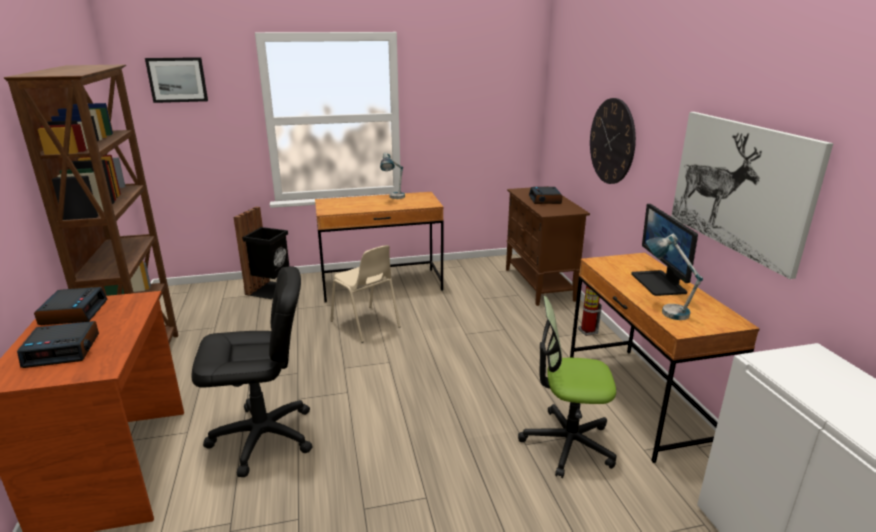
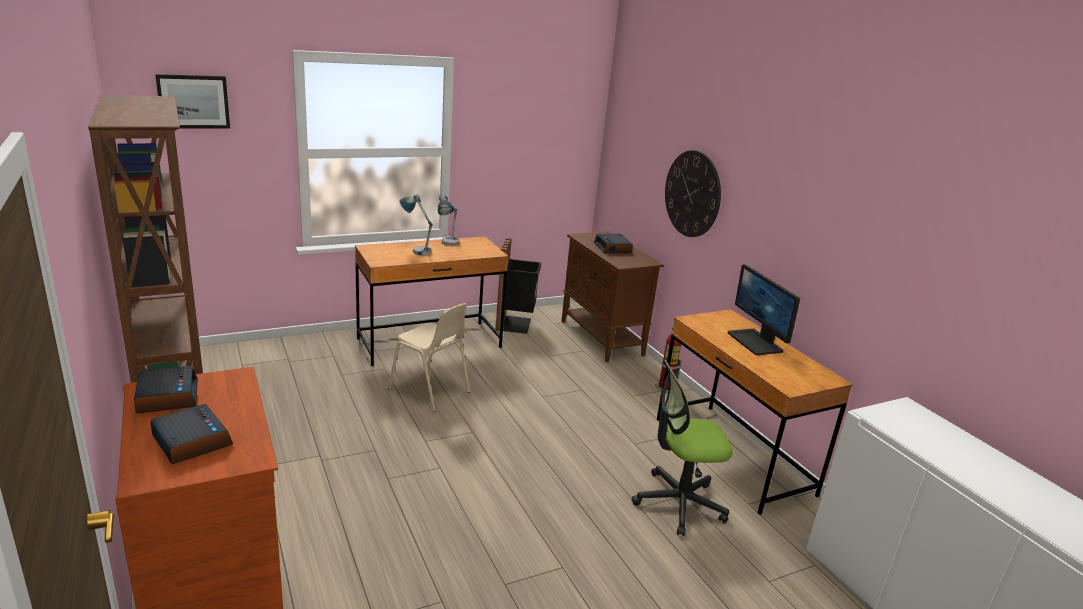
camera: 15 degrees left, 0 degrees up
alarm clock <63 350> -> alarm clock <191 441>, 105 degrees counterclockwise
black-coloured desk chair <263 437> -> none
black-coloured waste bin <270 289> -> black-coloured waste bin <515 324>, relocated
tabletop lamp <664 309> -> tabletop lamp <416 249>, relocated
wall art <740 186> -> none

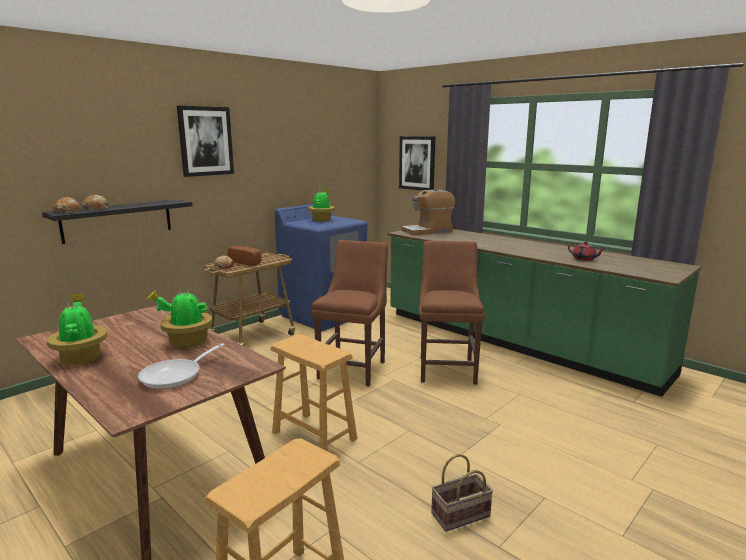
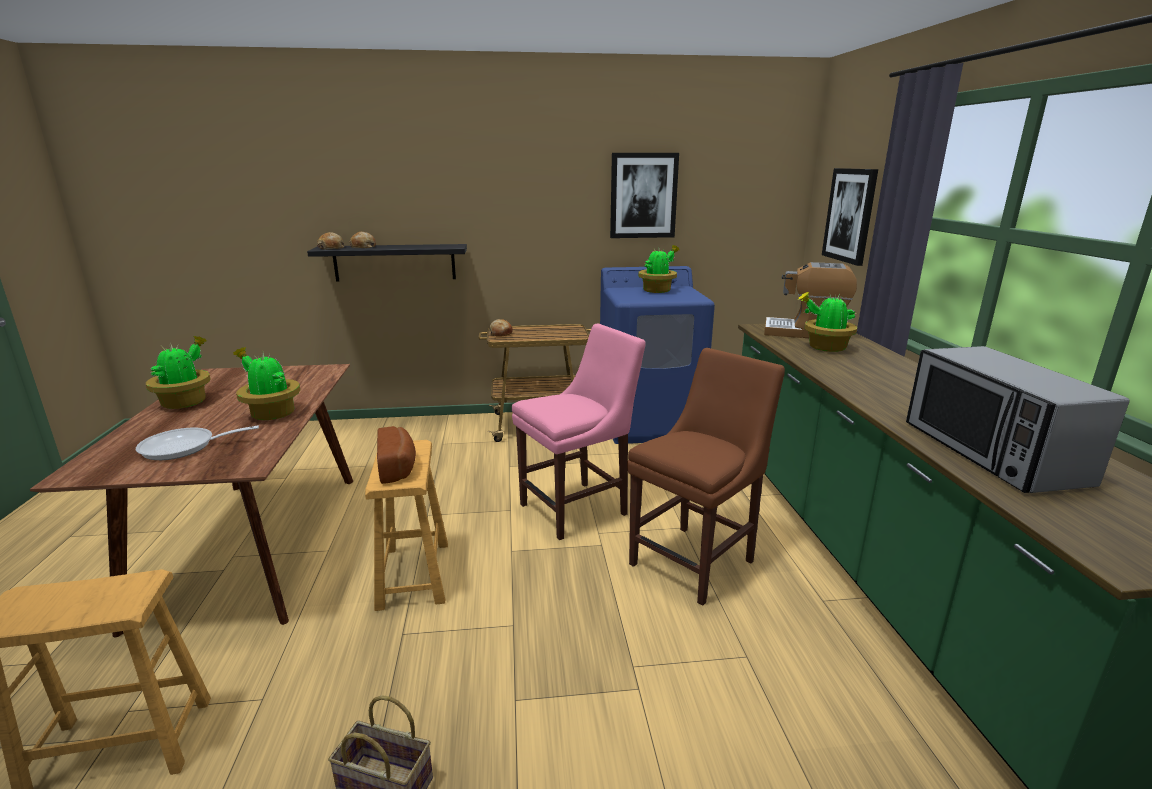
camera: 40 degrees right, 5 degrees up
wall art <205 141> -> wall art <643 196>, relocated
bakery bread <247 262> -> bakery bread <398 466>, relocated
brown plain chair <354 368> -> pink-coloured plain chair <578 508>
reddish tea pot <584 259> -> microwave oven <991 453>
none -> plant in a pot <825 348>

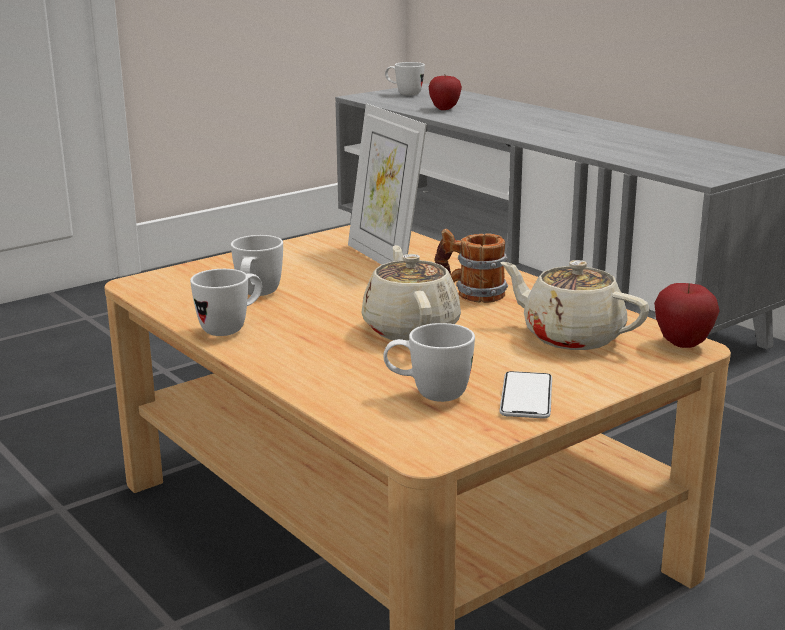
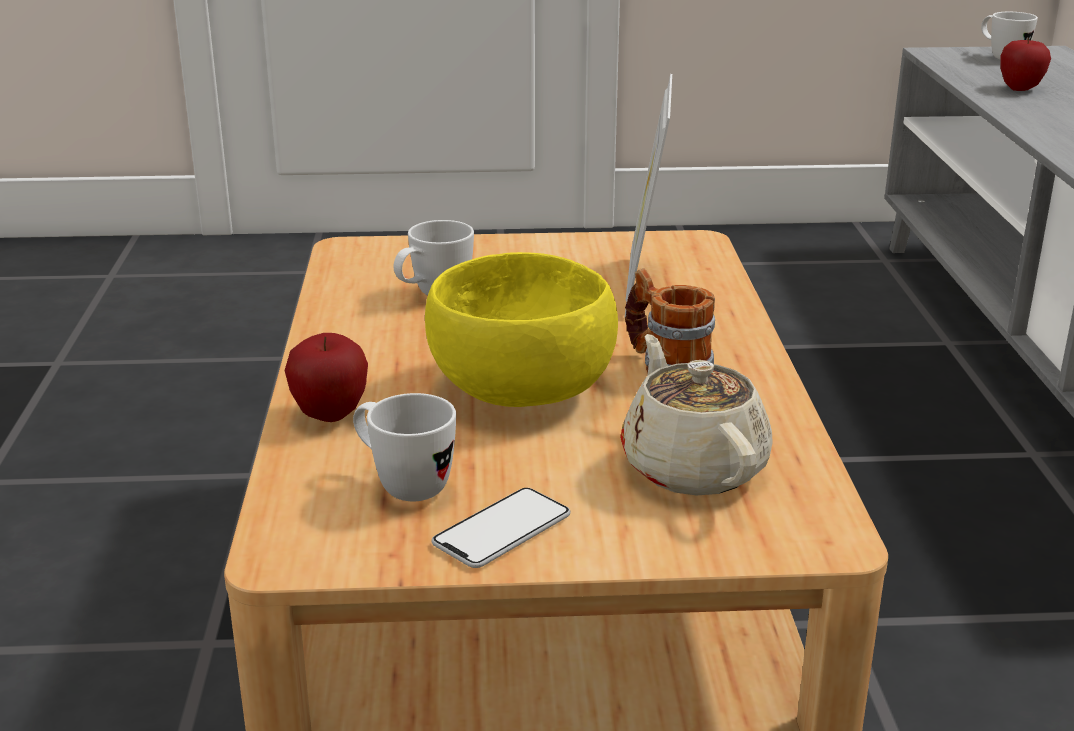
camera: 35 degrees right, 5 degrees up
white-coloured mug <231 328> -> none
beige tea pot <410 328> -> yellow-coloured bowl <523 390>
apple <683 344> -> apple <330 415>, relocated

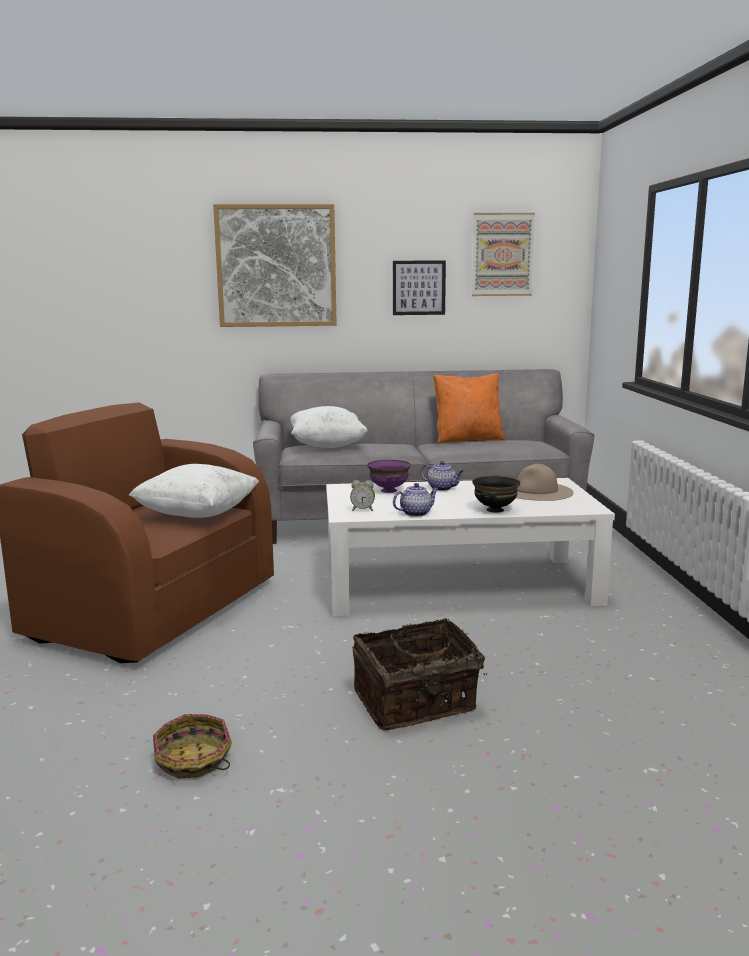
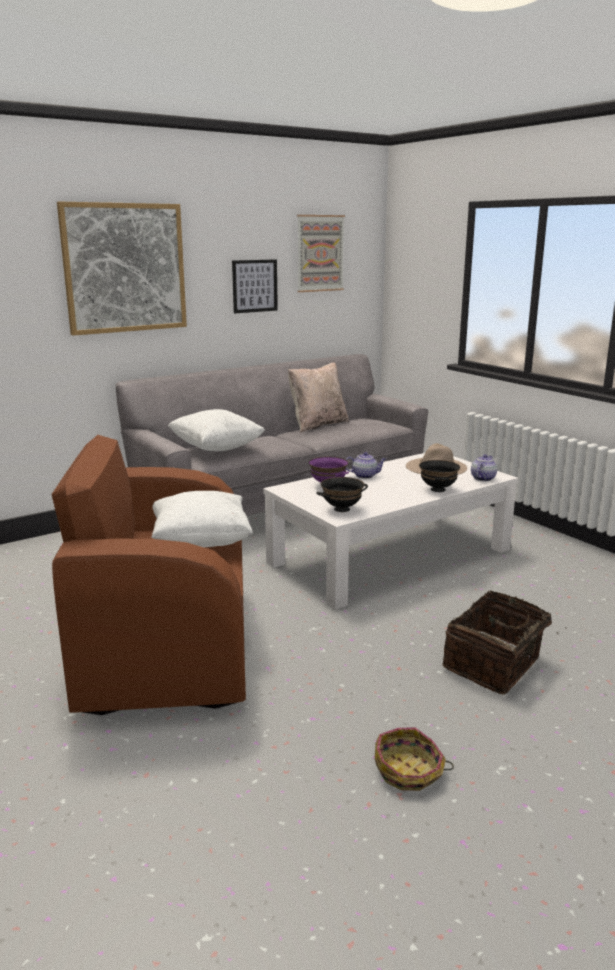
camera: 30 degrees left, 5 degrees up
alarm clock <362 510> -> black-coloured bowl <341 509>
tea pot <416 513> -> tea pot <483 478>, relocated
orange-coloured pillow <467 440> -> beige pillow <317 425>

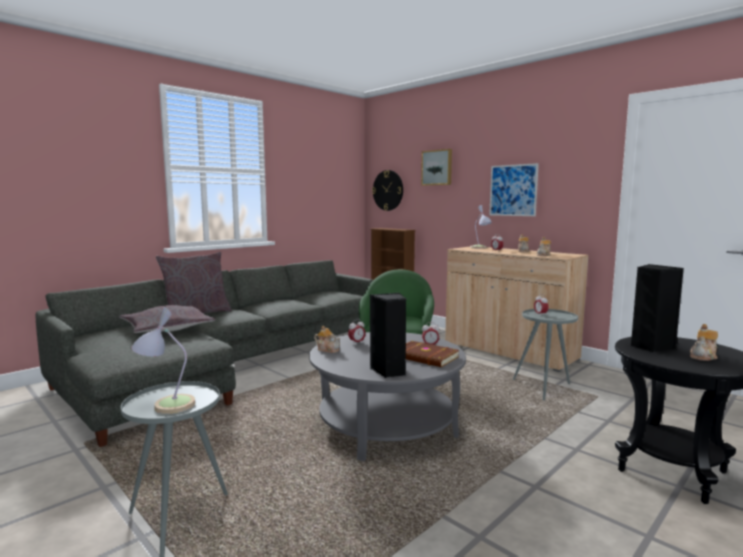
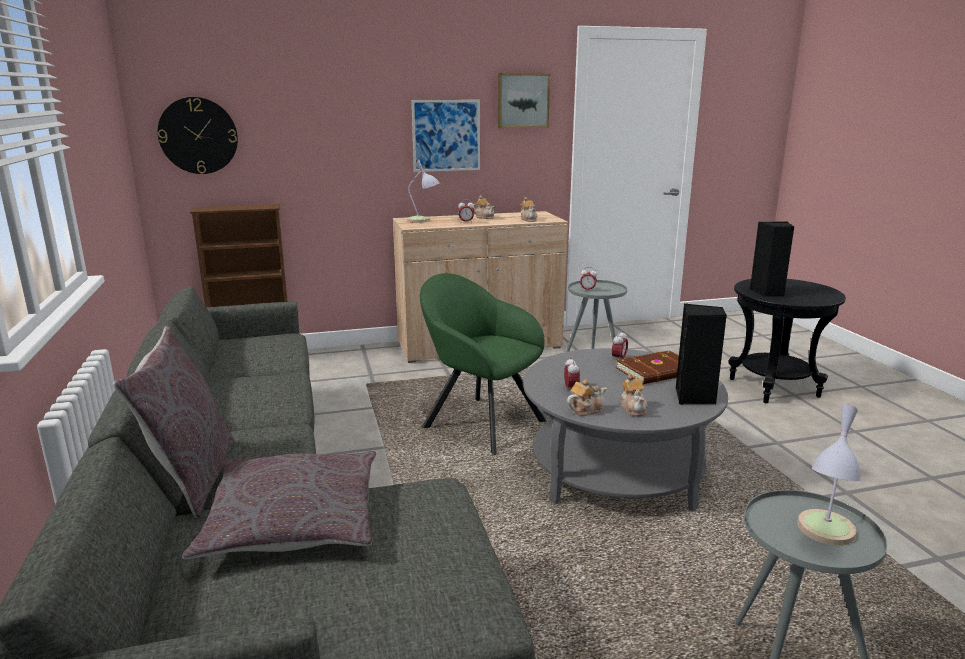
camera: 60 degrees left, 10 degrees up
wall art <437 167> -> wall art <522 100>, relocated
tea pot <703 356> -> tea pot <633 408>, relocated

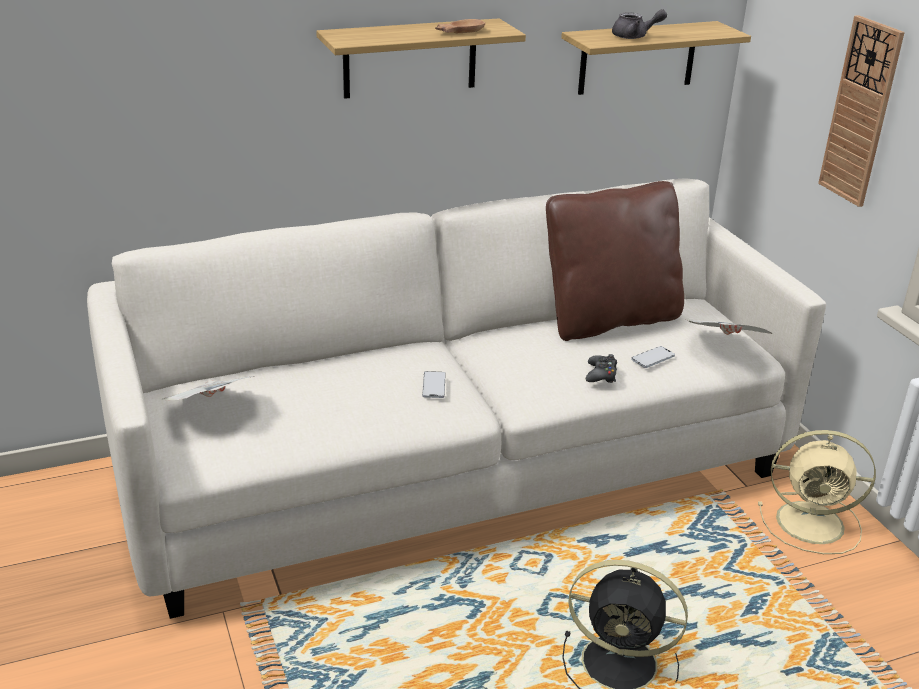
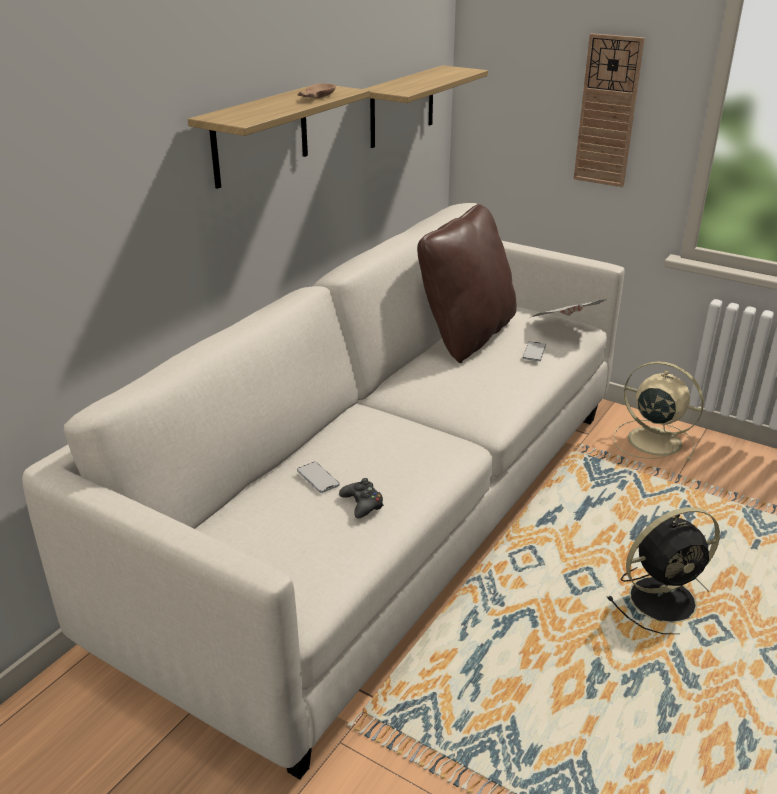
camera: 35 degrees left, 0 degrees up
daily paper <209 409> -> none
telephone <434 385> -> telephone <318 478>, relocated
black-coloured game controller <601 375> -> black-coloured game controller <362 504>, relocated
greyish tea pot <634 36> -> none
beige cooling fan <813 523> -> beige cooling fan <652 440>, 120 degrees counterclockwise

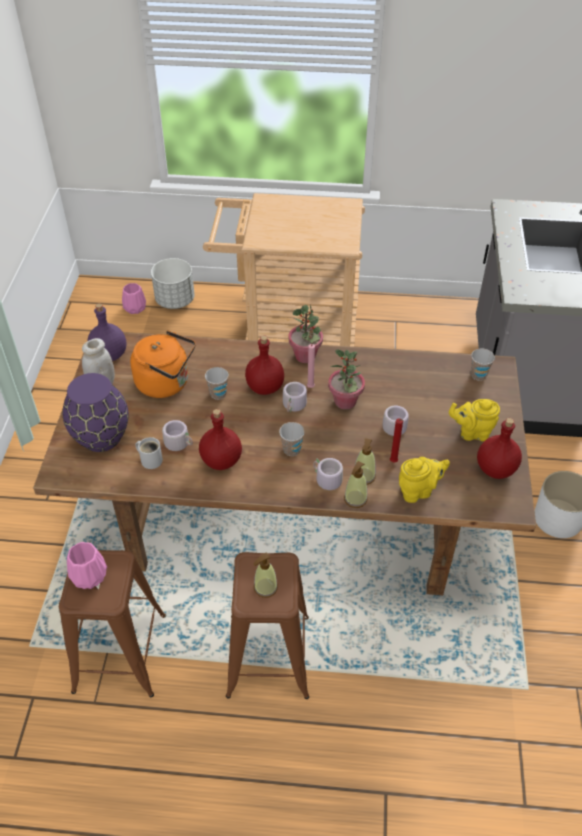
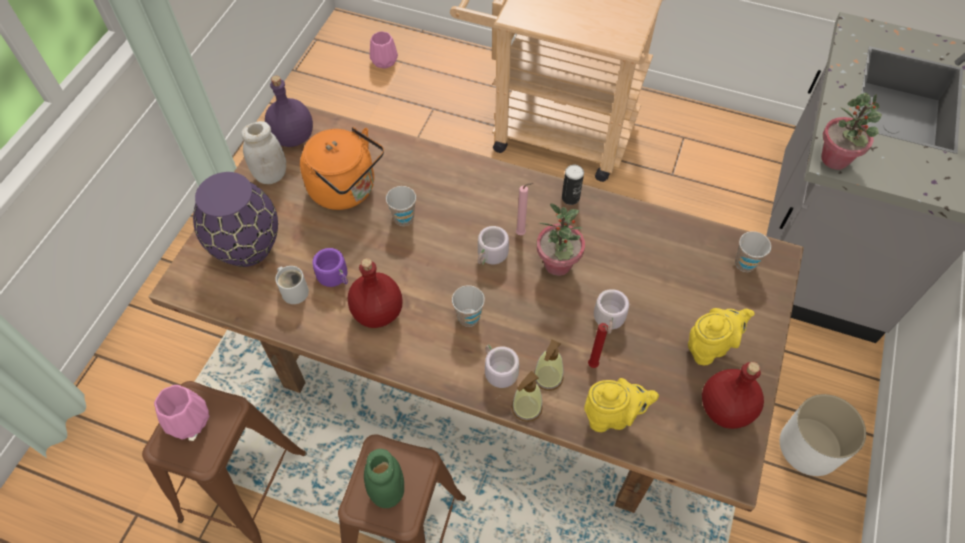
camera: 15 degrees right, 10 degrees up
white-coloured planter <175 300> -> none
greyish mug <180 443> -> purple mug <336 276>
reddish beverage bottle <265 387> -> none
liquid soap bottle <265 587> -> greenish jar <387 491>
plant in a pot <305 356> -> plant in a pot <835 159>, relocated
yellow-coloured tea pot <472 432> -> yellow-coloured tea pot <710 346>, 135 degrees clockwise
none -> metal can <570 198>

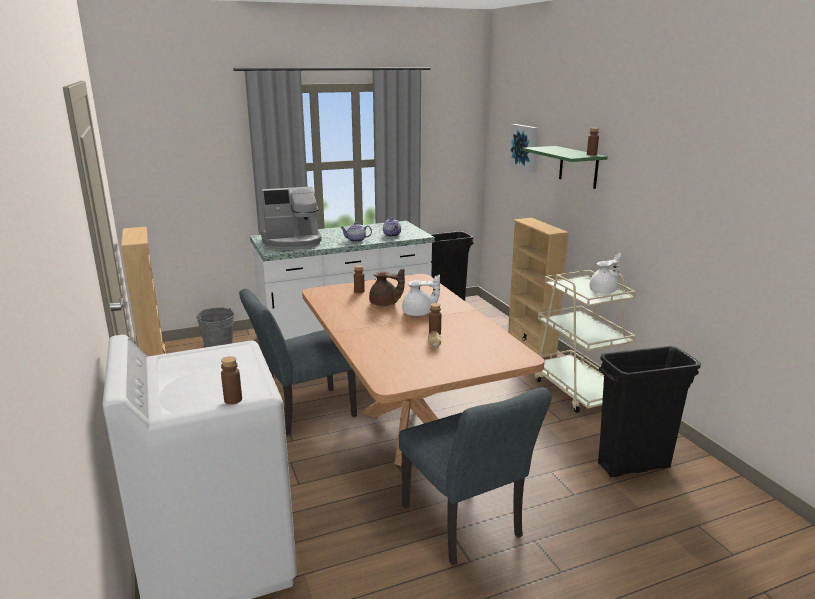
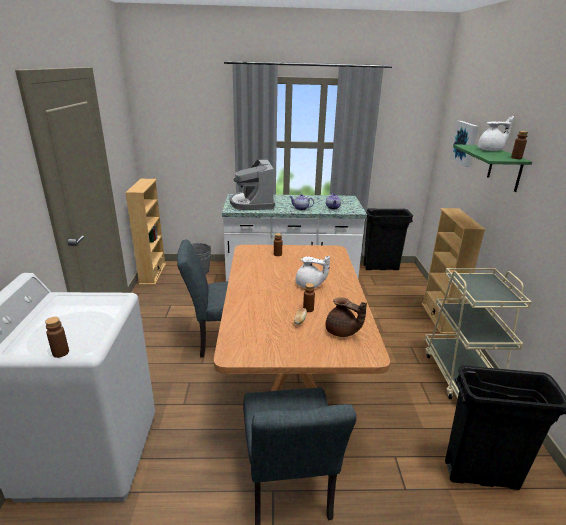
camera: 20 degrees right, 5 degrees up
coffee maker <292 242> -> coffee maker <252 203>, 75 degrees clockwise
brown tea pot <385 304> -> brown tea pot <342 332>, relocated
white-coloured tea pot <604 291> -> white-coloured tea pot <491 150>, relocated

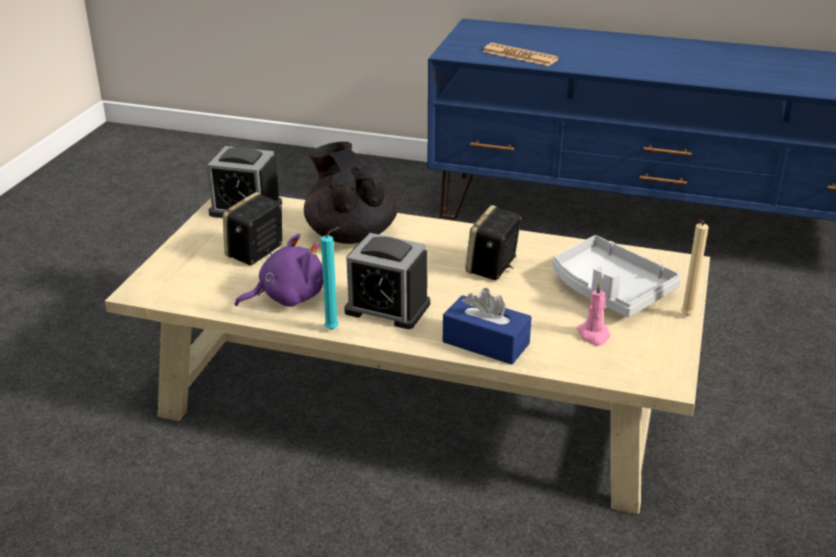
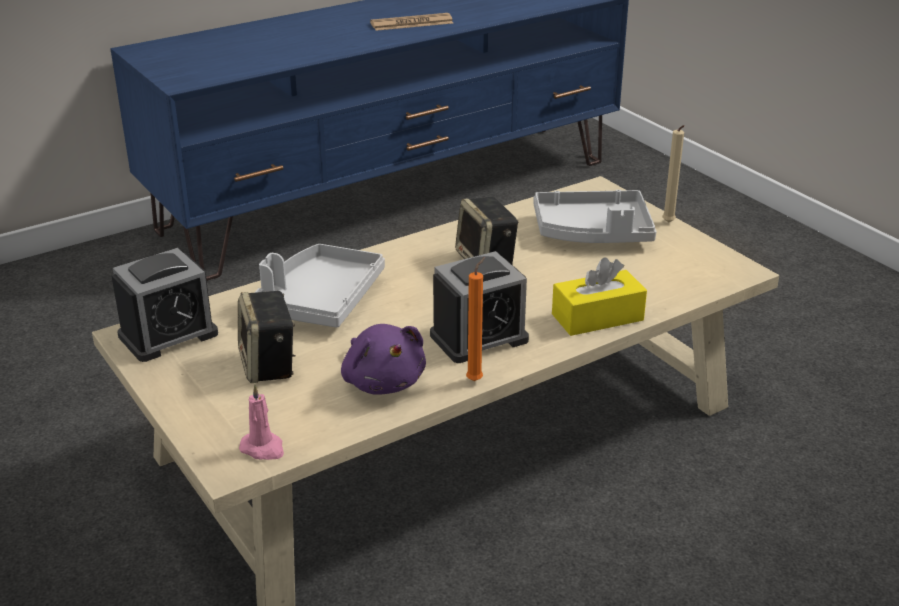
camera: 50 degrees left, 0 degrees up
purple soft toy <287 297> -> purple soft toy <383 381>, 135 degrees clockwise
black-coloured tea pot <350 234> -> greyish tray <320 300>
turquoise-coloured wax candle <334 329> -> orange-coloured wax candle <476 379>
blue-coloured box of tissues <486 343> -> yellow-coloured box of tissues <597 317>
daily paper <520 56> -> daily paper <411 23>, relocated
pink-coloured wax candle <594 335> -> pink-coloured wax candle <263 448>, relocated

